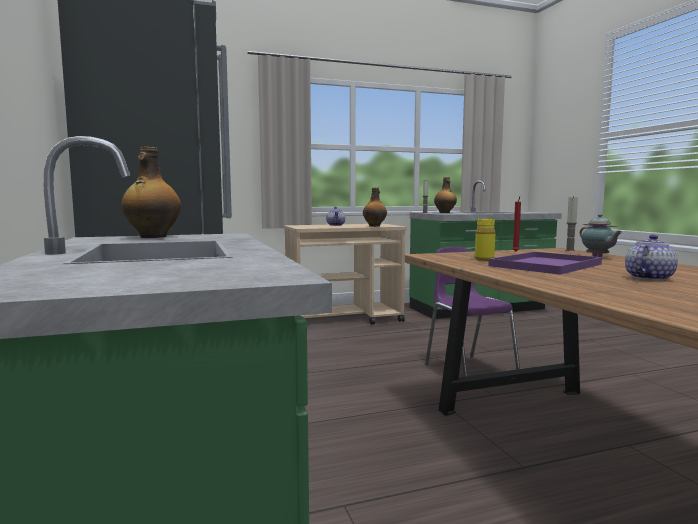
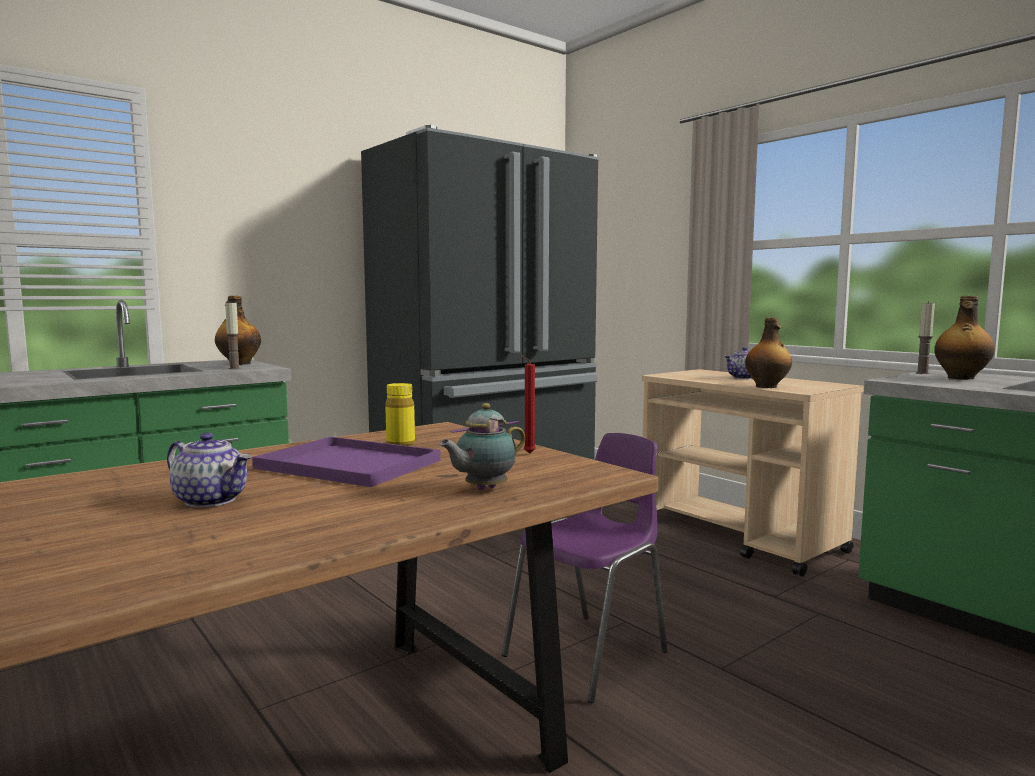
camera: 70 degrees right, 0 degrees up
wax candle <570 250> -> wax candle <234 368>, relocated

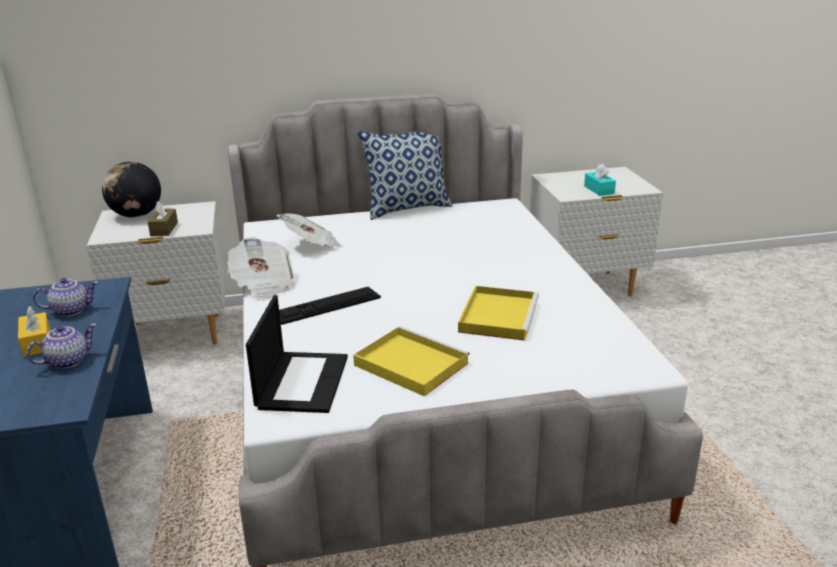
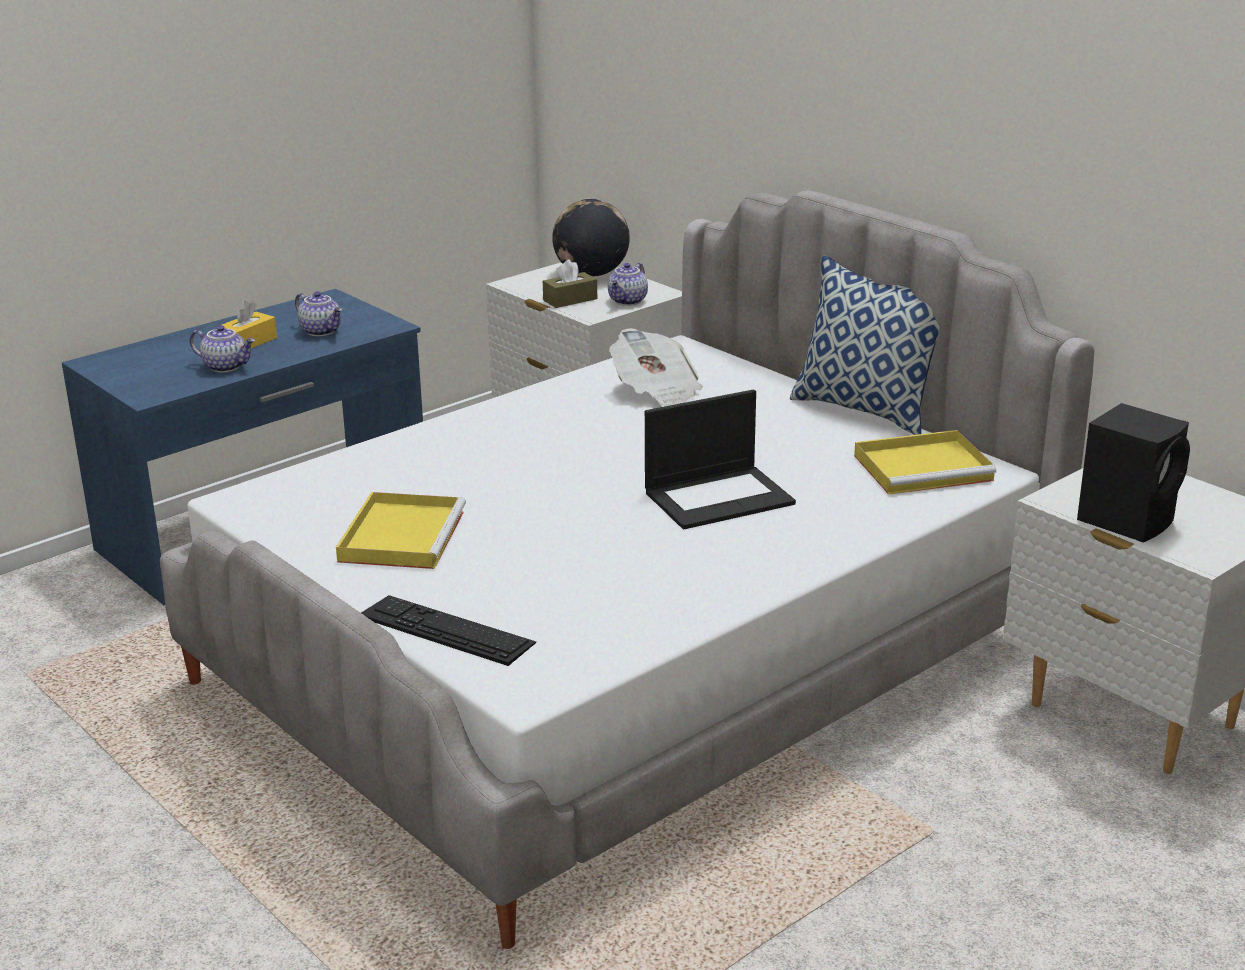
camera: 60 degrees right, 0 degrees up
daily paper <263 285> -> none
laptop <302 381> -> laptop <719 497>, relocated
PC keyboard <326 305> -> PC keyboard <446 630>, relocated
yellow-coloured tray <498 315> -> yellow-coloured tray <925 467>, relocated
turquoise-coloured box of tissues <599 190> -> black-coloured loudspeaker <1128 520>
none -> tea pot <628 301>

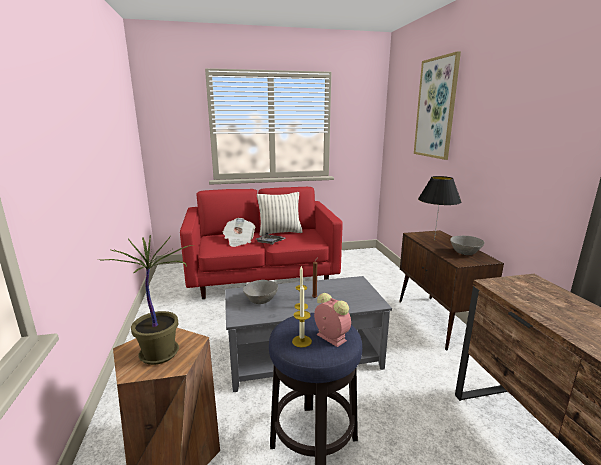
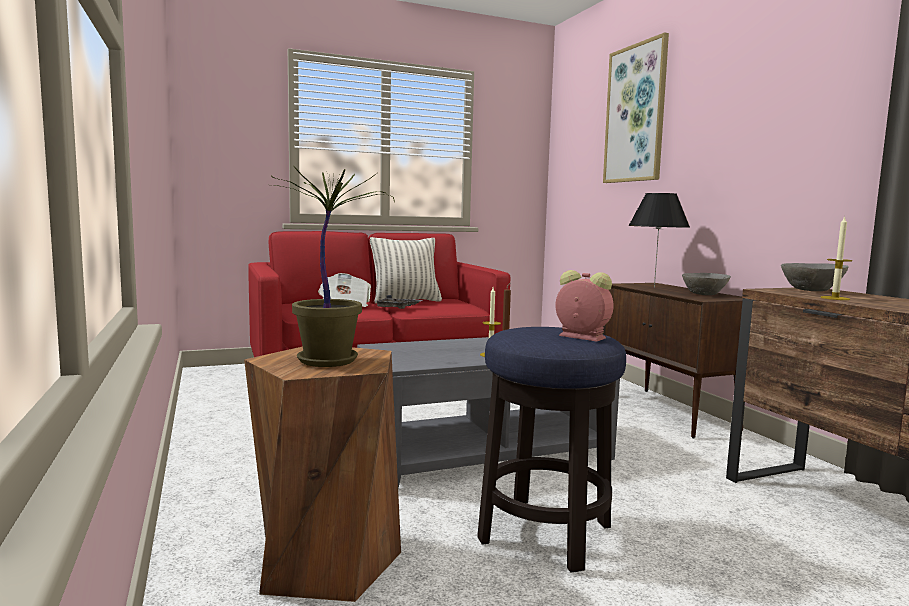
camera: 10 degrees left, 10 degrees down
greyish bowl <261 300> -> greyish bowl <810 290>, relocated
wax candle <302 341> -> wax candle <835 298>, relocated

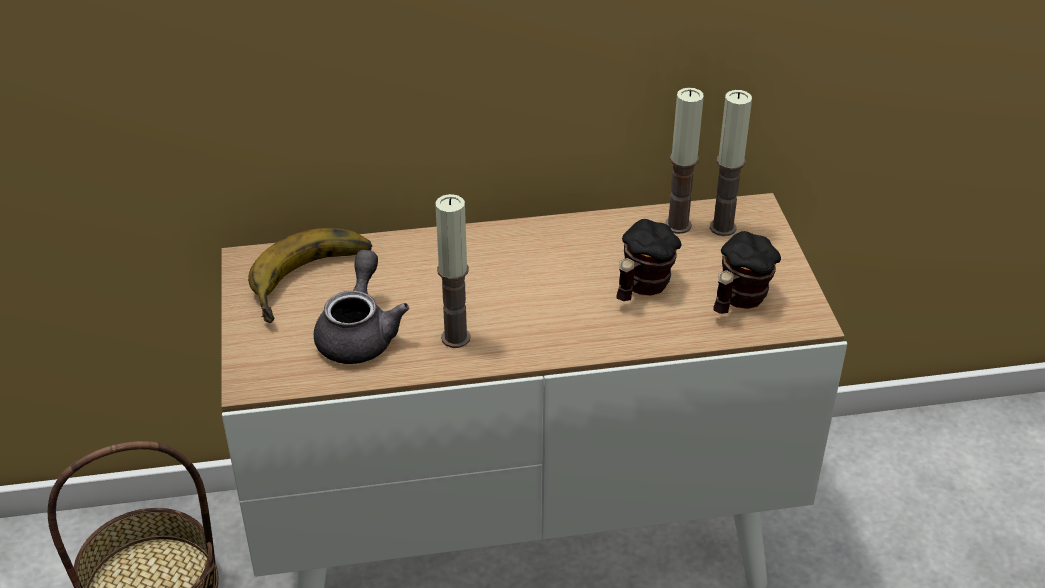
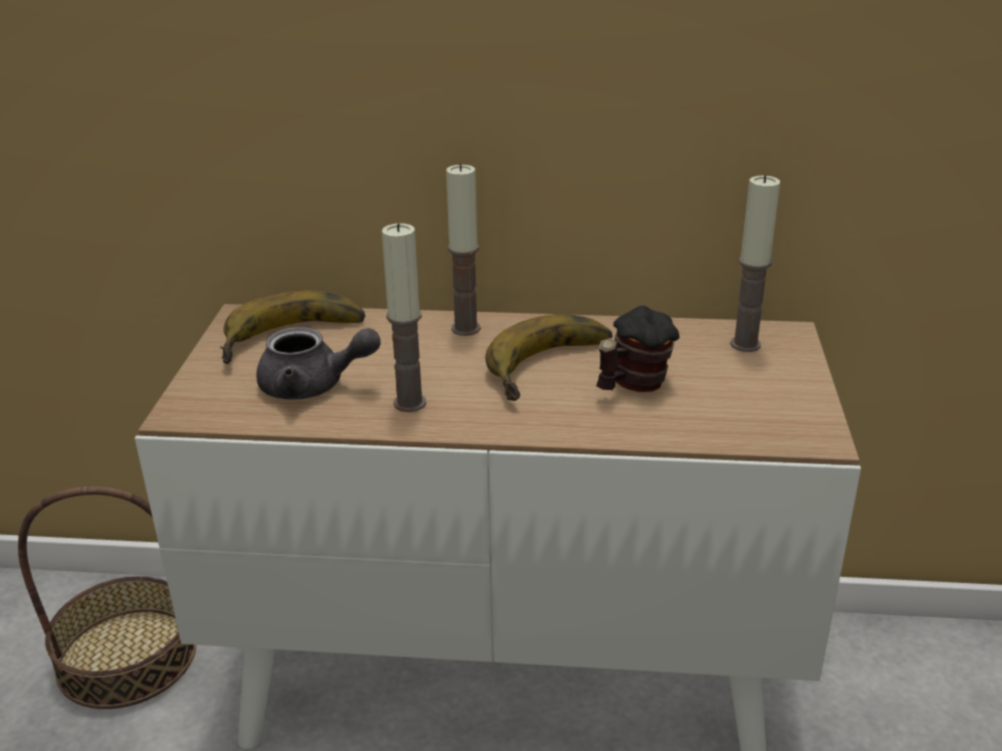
camera: 15 degrees right, 10 degrees down
greyish tea pot <360 333> -> greyish tea pot <313 386>, 75 degrees clockwise
wax candle <678 225> -> wax candle <465 328>, relocated
mug <737 301> -> none
none -> whole banana <556 368>

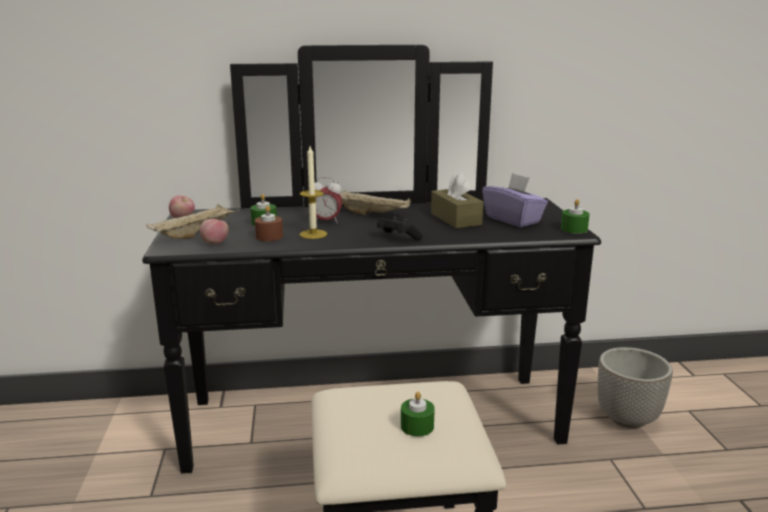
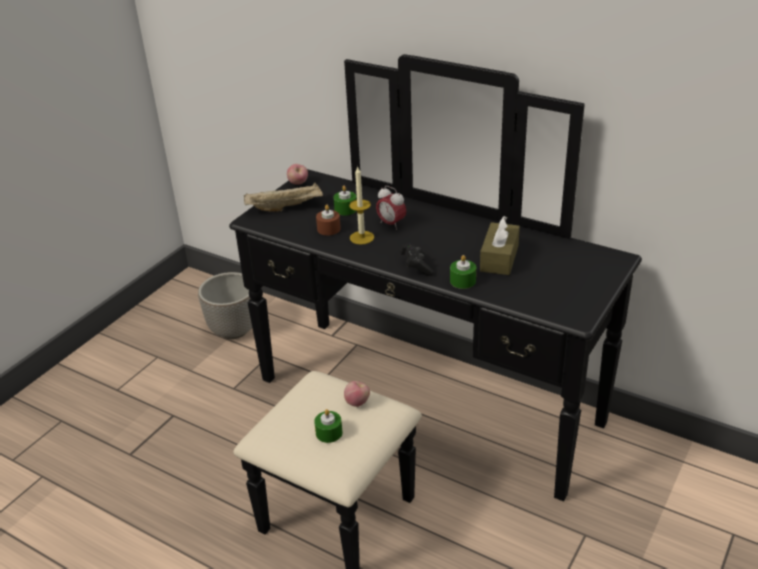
camera: 40 degrees right, 15 degrees up
apple <215 243> -> apple <357 402>, relocated
beige tray <372 214> -> none
purple box of tissues <513 220> -> none
greenish wax candle <574 229> -> greenish wax candle <462 281>, relocated
planter <627 419> -> planter <233 330>, relocated

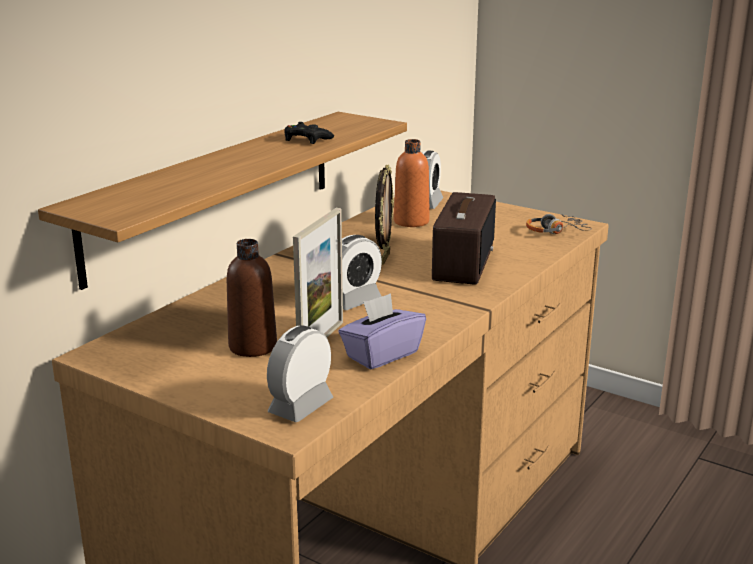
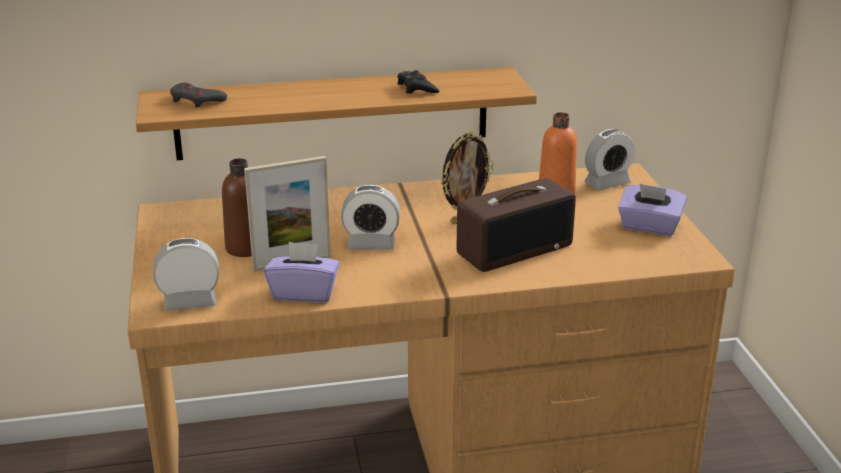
camera: 45 degrees right, 5 degrees up
headset <555 231> -> none
none -> greyish game controller <196 100>
none -> purple box of tissues <649 227>

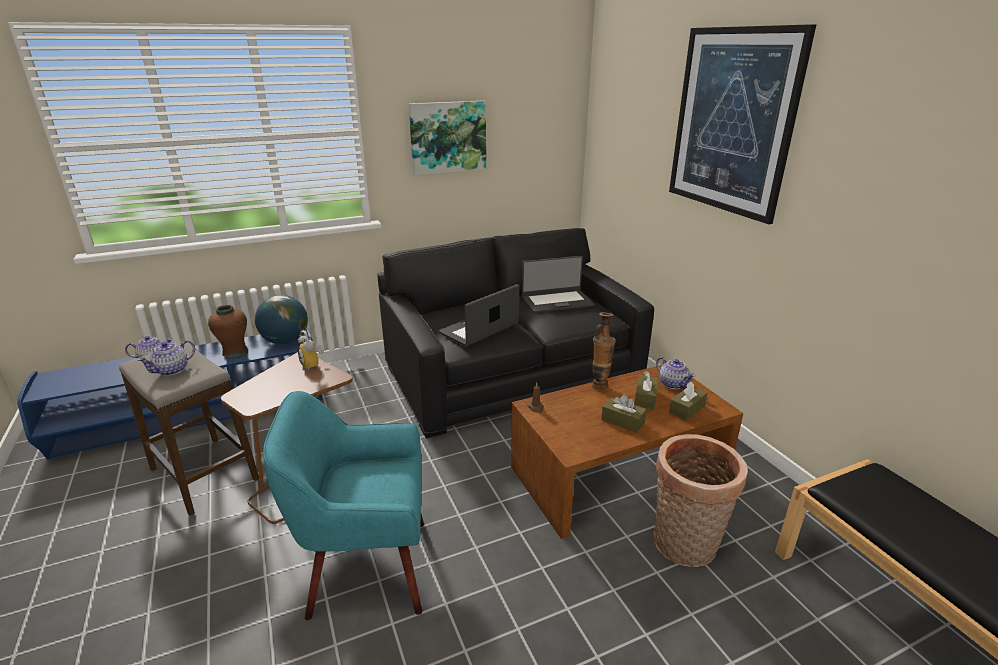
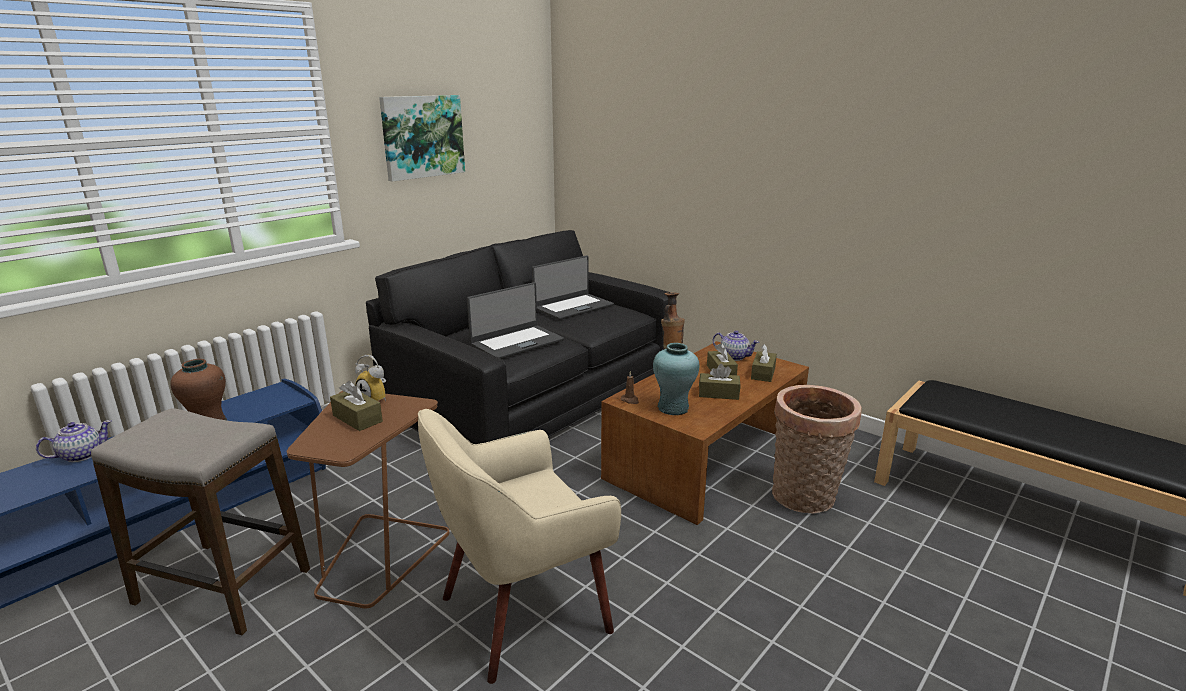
camera: 25 degrees left, 5 degrees down
tea pot <172 370> -> none
desk globe <286 341> -> none
turquoise-coloured easy chair <367 568> -> beige easy chair <522 613>
laptop <479 329> -> laptop <516 342>, 150 degrees counterclockwise
wall art <732 122> -> none
none -> brown box of tissues <357 418>
none -> turquoise-coloured decorative vase <673 407>

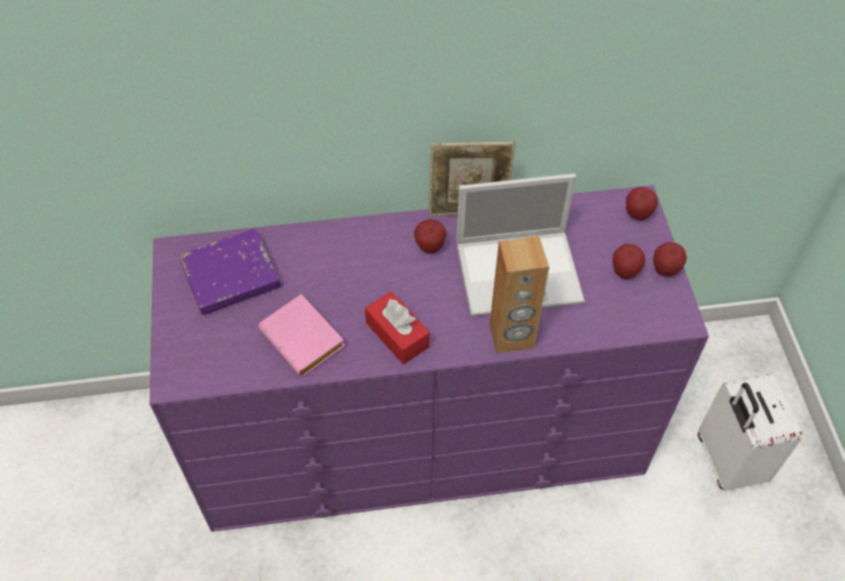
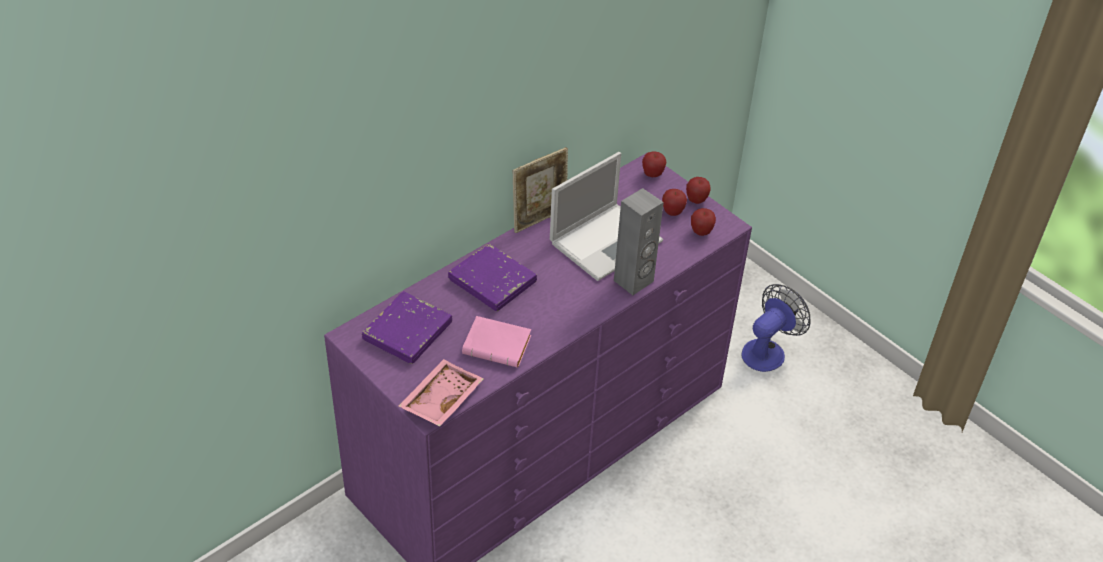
camera: 35 degrees left, 10 degrees down
reddish box of tissues <397 334> -> none
apple <430 247> -> apple <701 232>, relocated
brown loudspeaker <511 337> -> greyish loudspeaker <634 281>
white-coloured travel case <727 460> -> cooling fan <768 350>
none -> pink-coloured tray <440 399>
none -> purple volume <492 281>

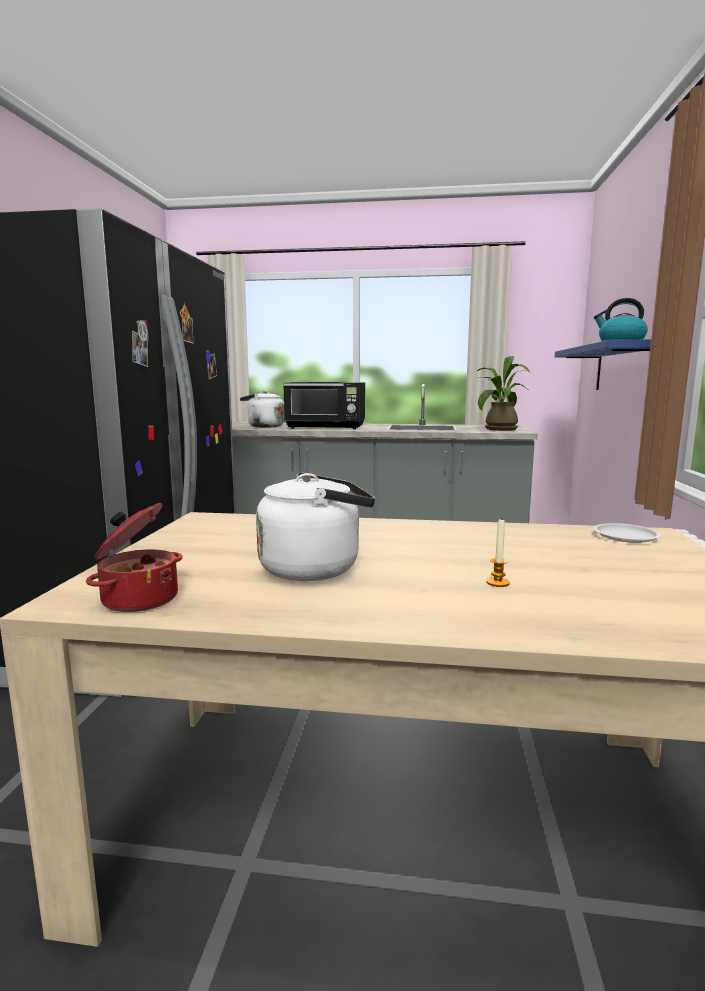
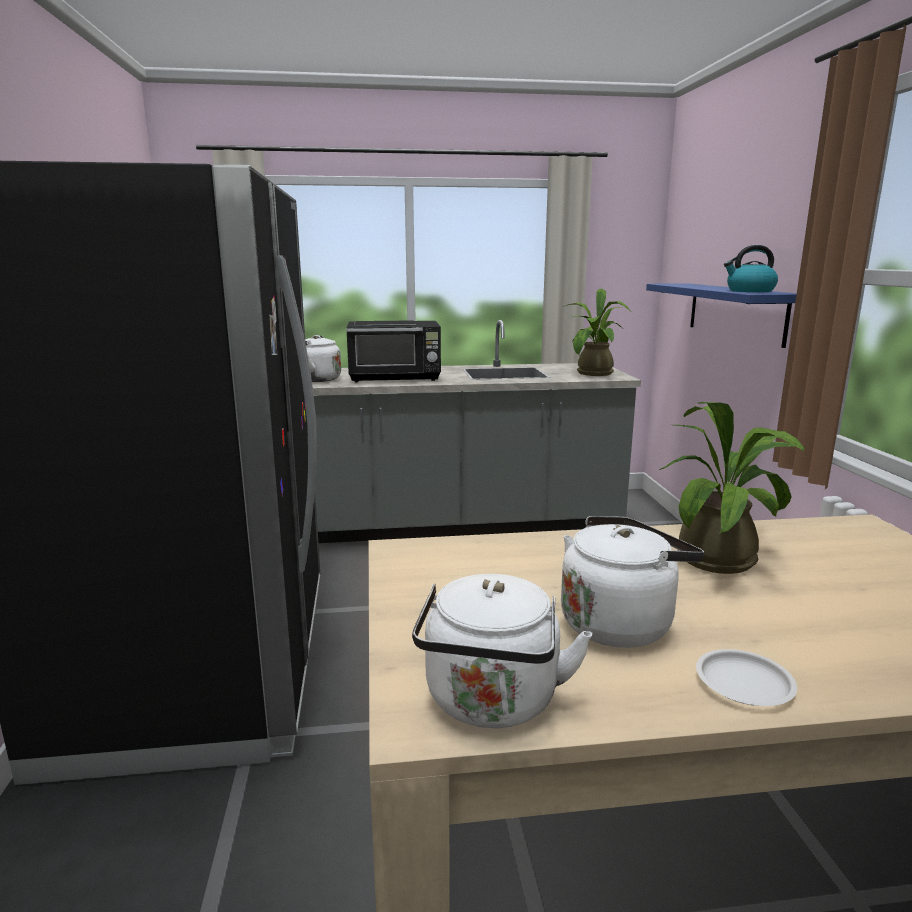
camera: 15 degrees left, 5 degrees up
cooking pot <138 599> -> white-coloured kettle <492 703>
wax candle <497 583> -> none
white-coloured plate <625 536> -> white-coloured plate <743 683>, relocated
none -> plant in a pot <724 557>

